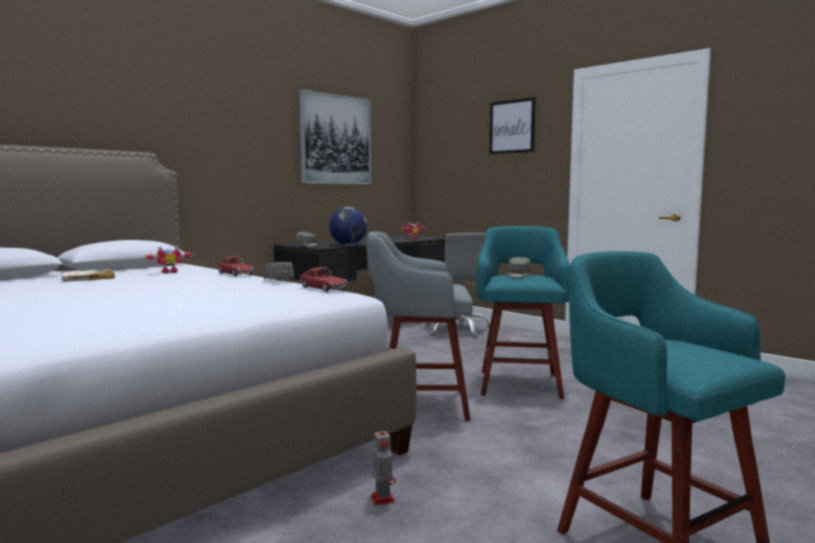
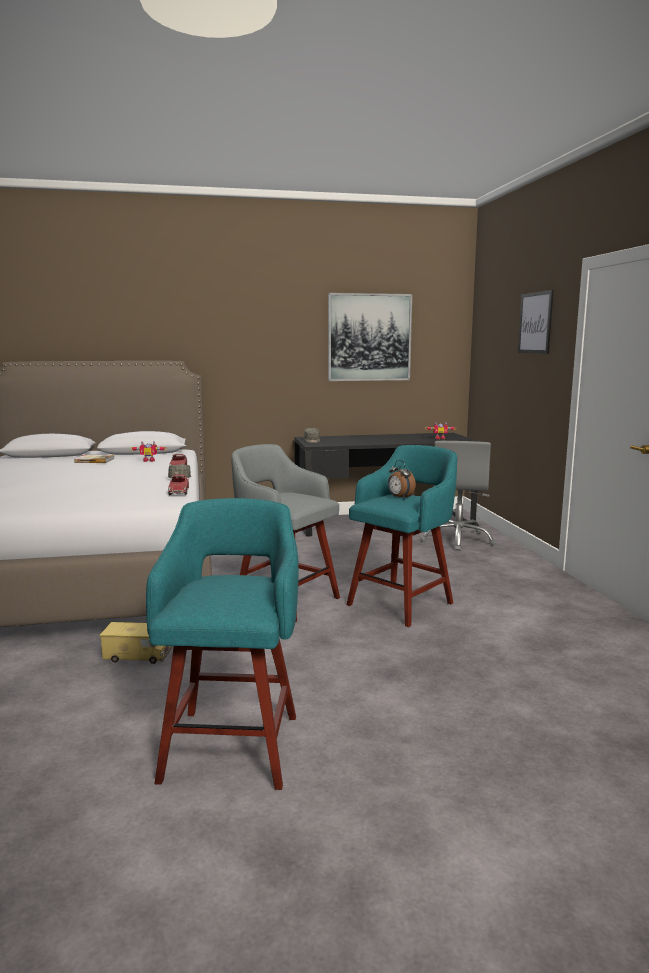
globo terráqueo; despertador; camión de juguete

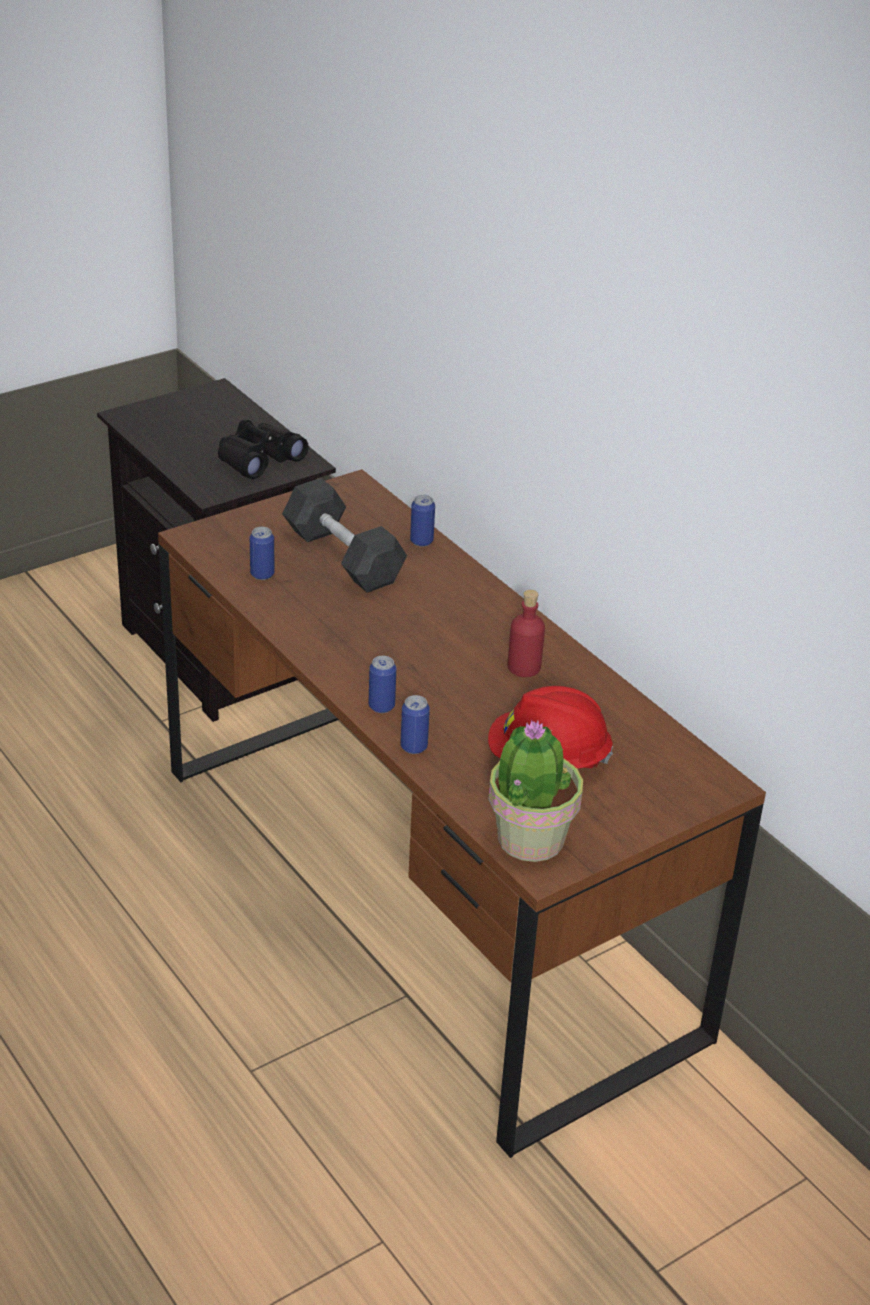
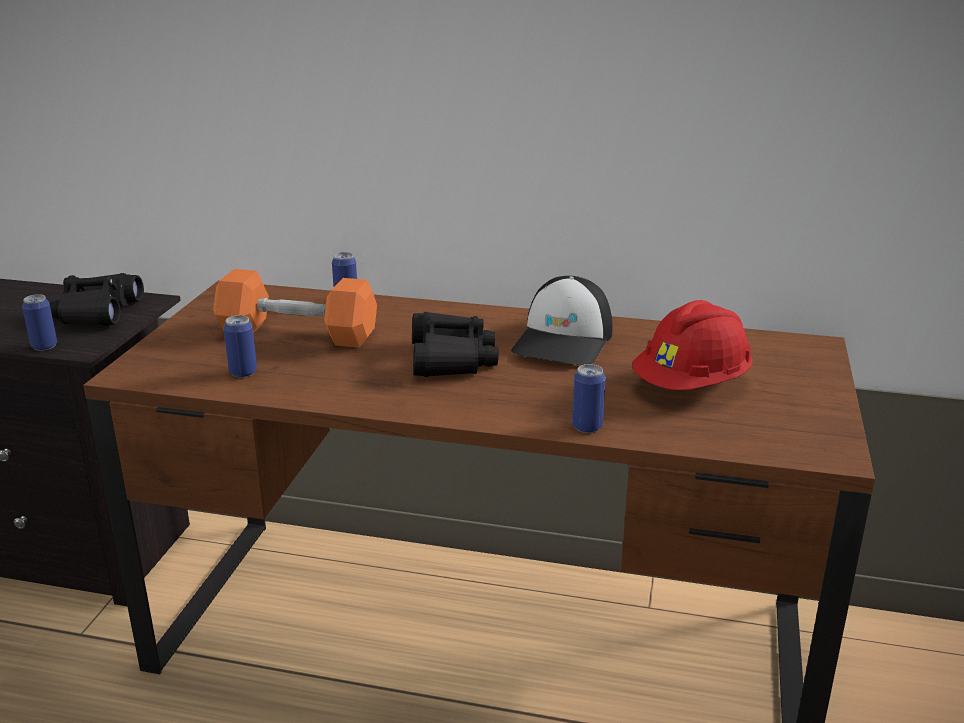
mancuerna/naranja; gorra; lata (1st from left); planta en maceta; prismáticos/negro (2nd from left)

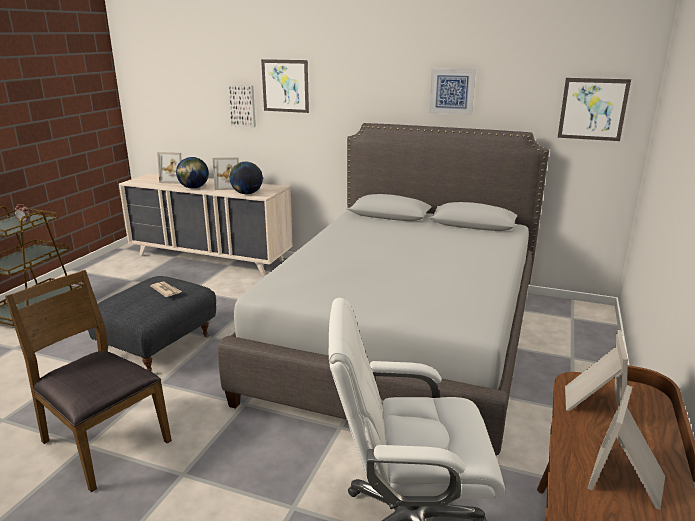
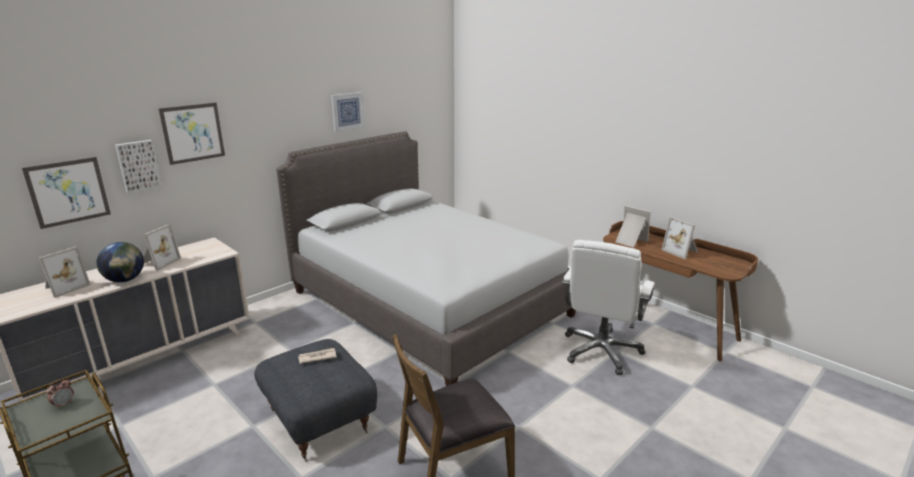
cuadro (1st from left); globo terráqueo (2nd from left in the first image)

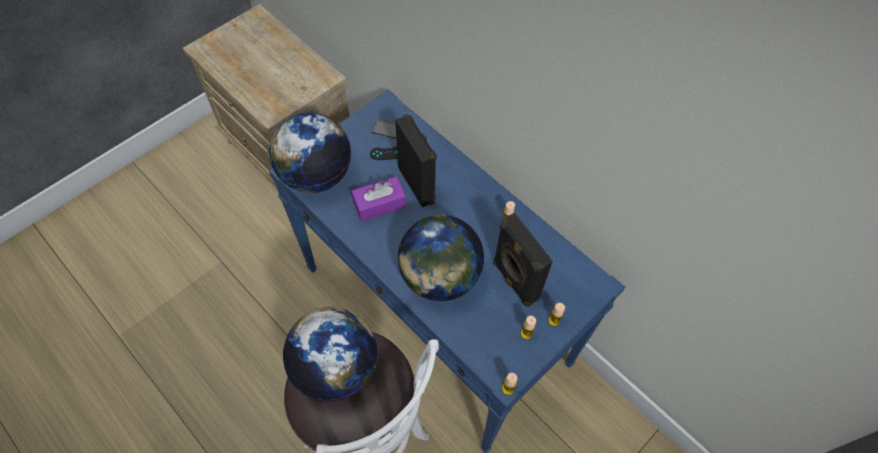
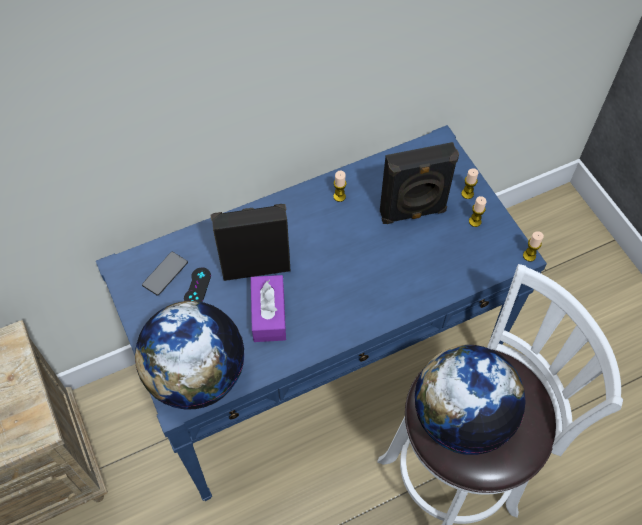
globo terráqueo (3rd from left in the first image)

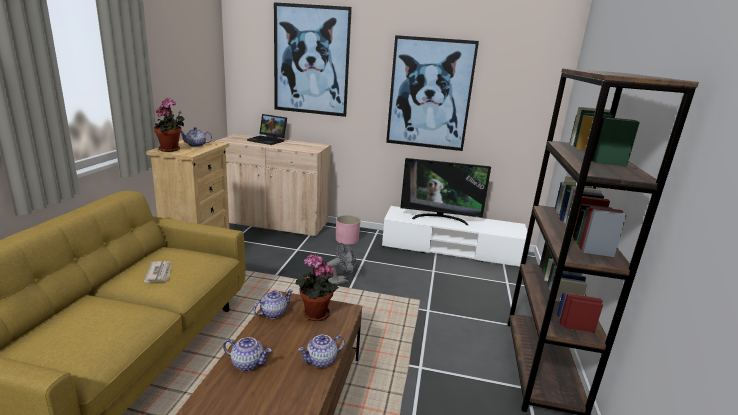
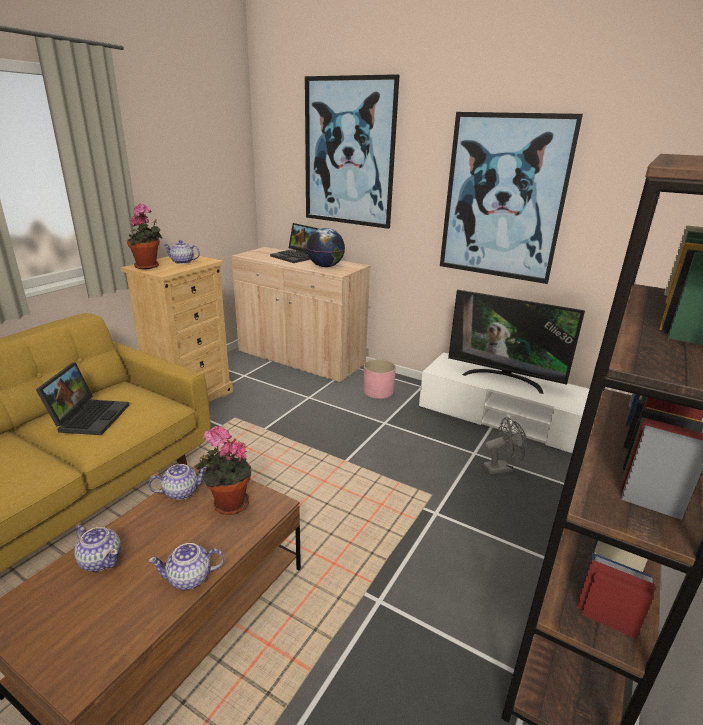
ventilador/gris; portátil (1st from left); globo terráqueo

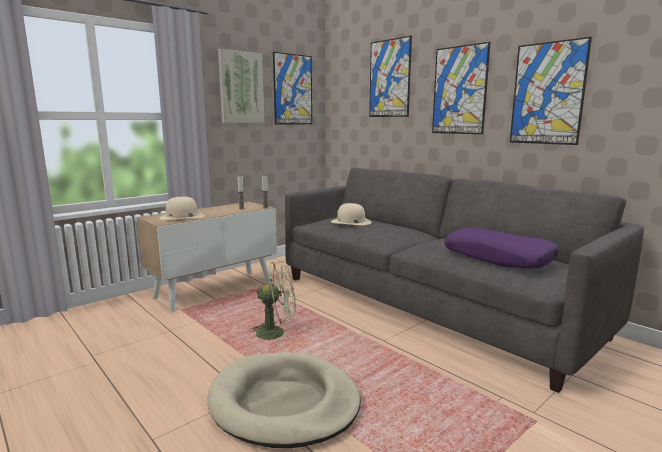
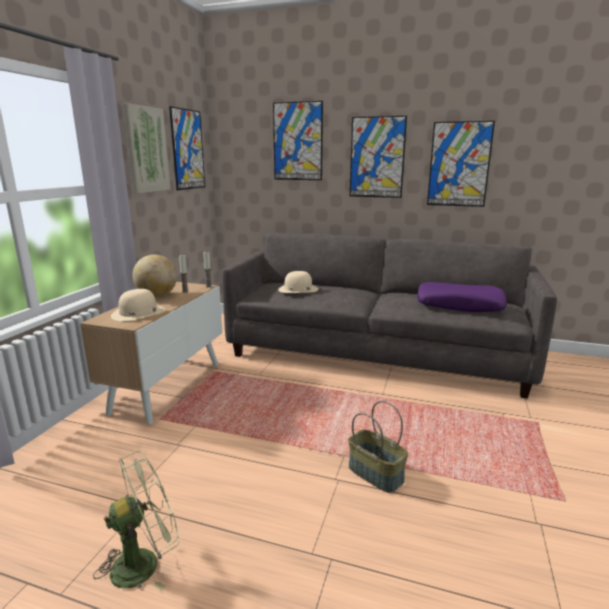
ventilador/verde; cesta; globo terráqueo

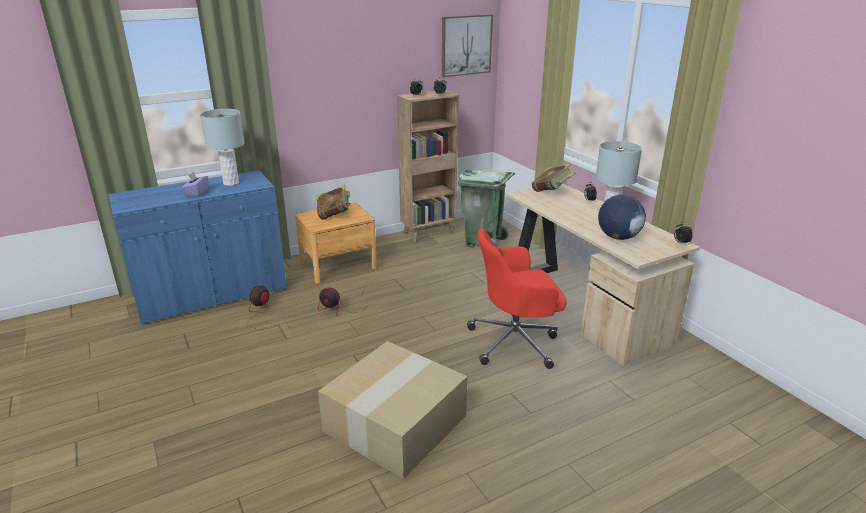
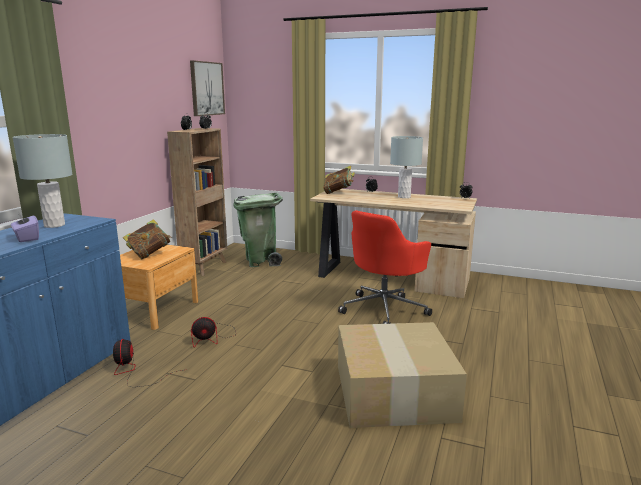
globo terráqueo

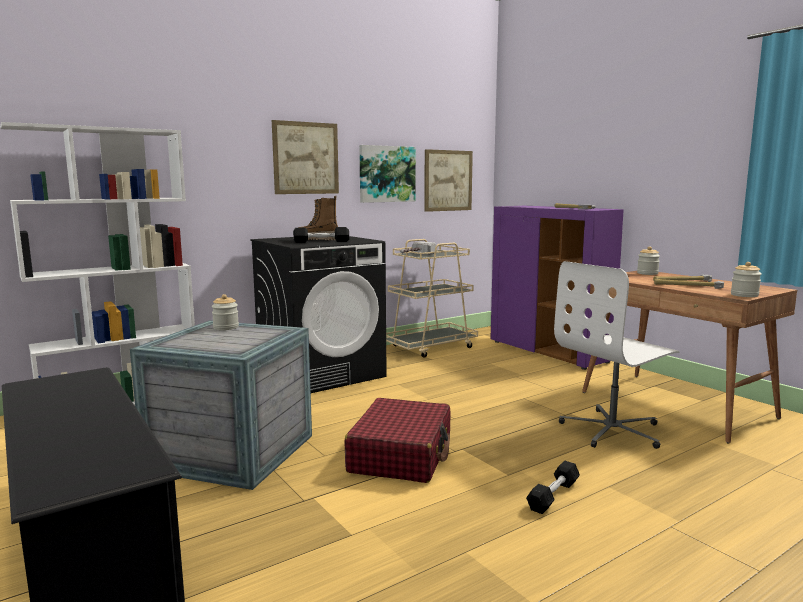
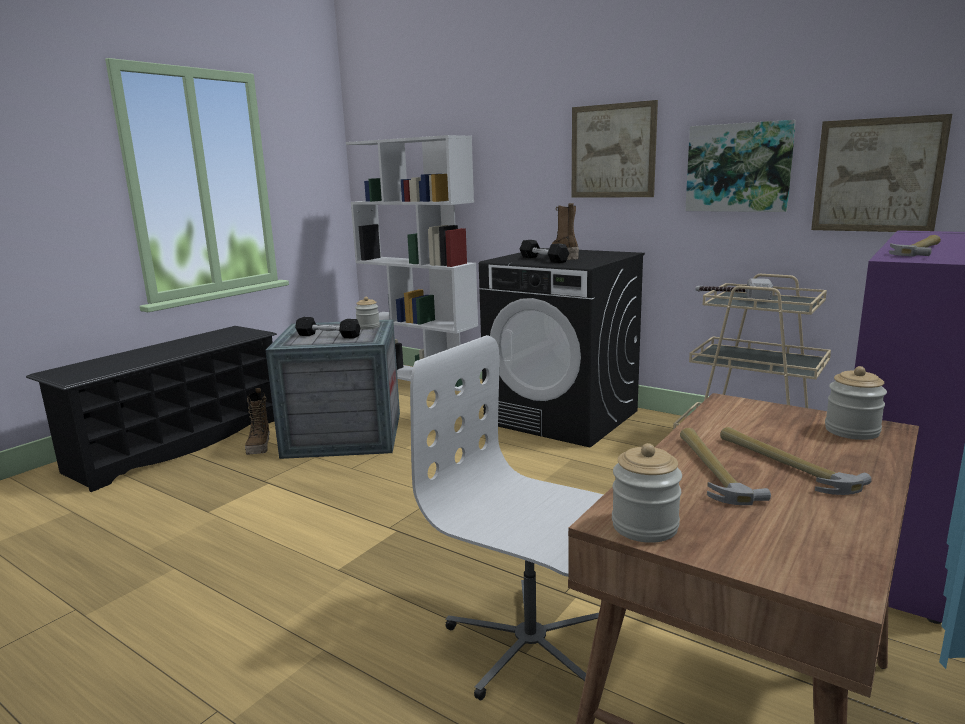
maleta/rojo; mancuerna/negro (1st from left); bota (1st from left)

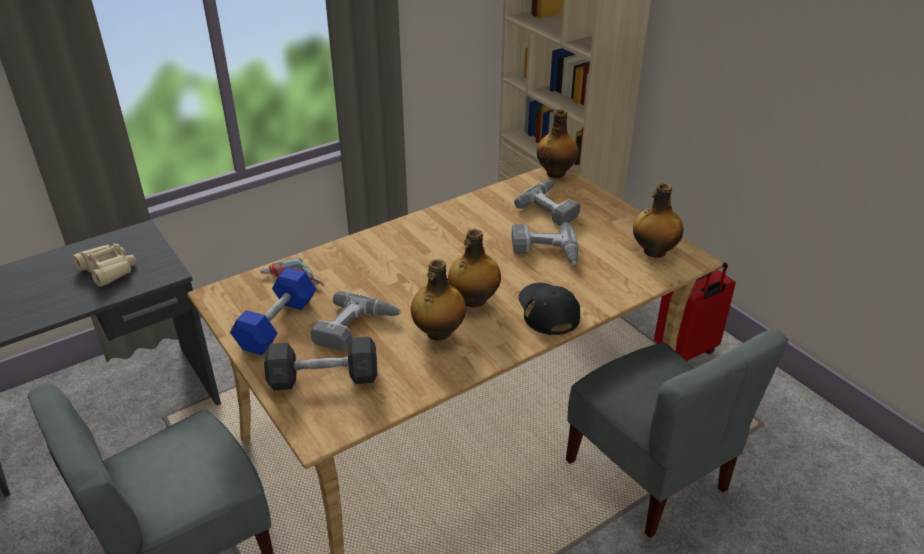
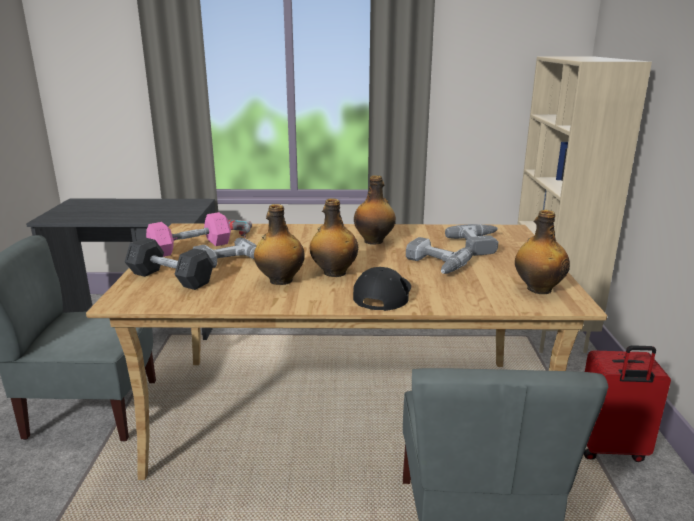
botella (3rd from left); prismáticos/beis; mancuerna/rosa

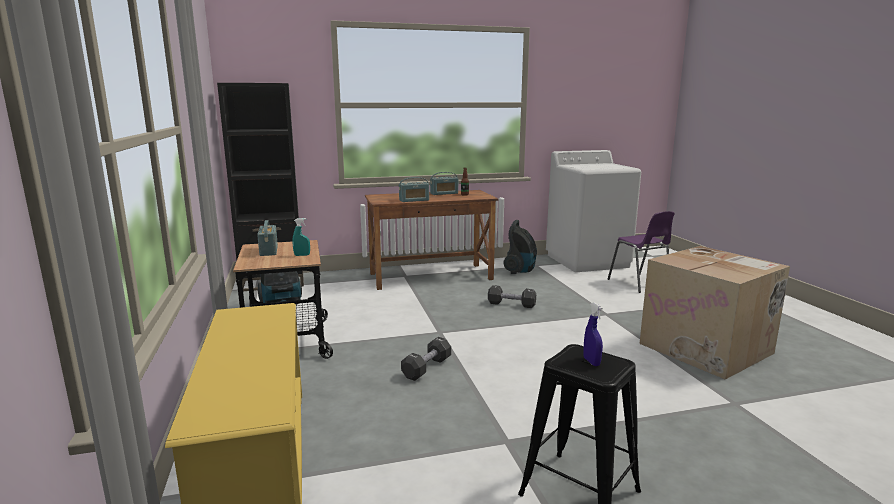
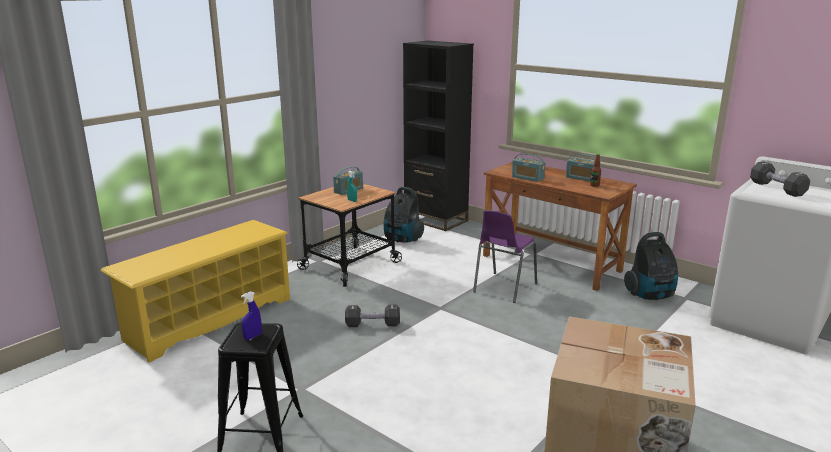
silla/morado; mancuerna/negro (2nd from left)

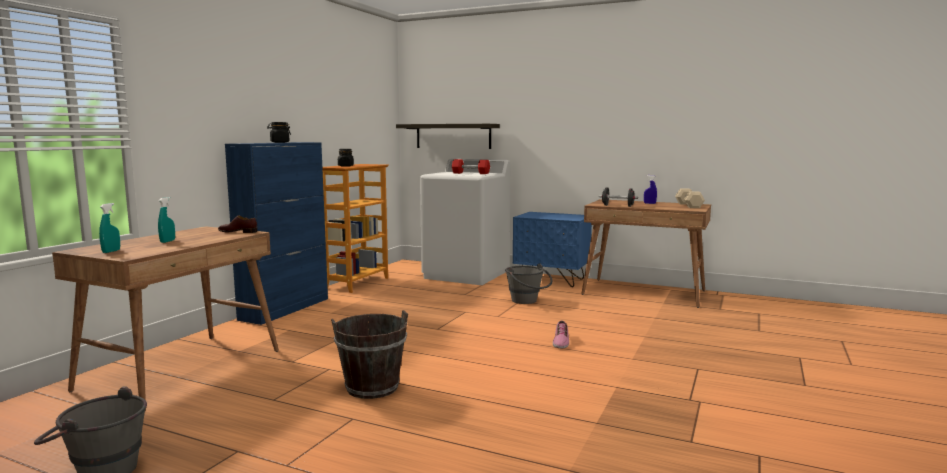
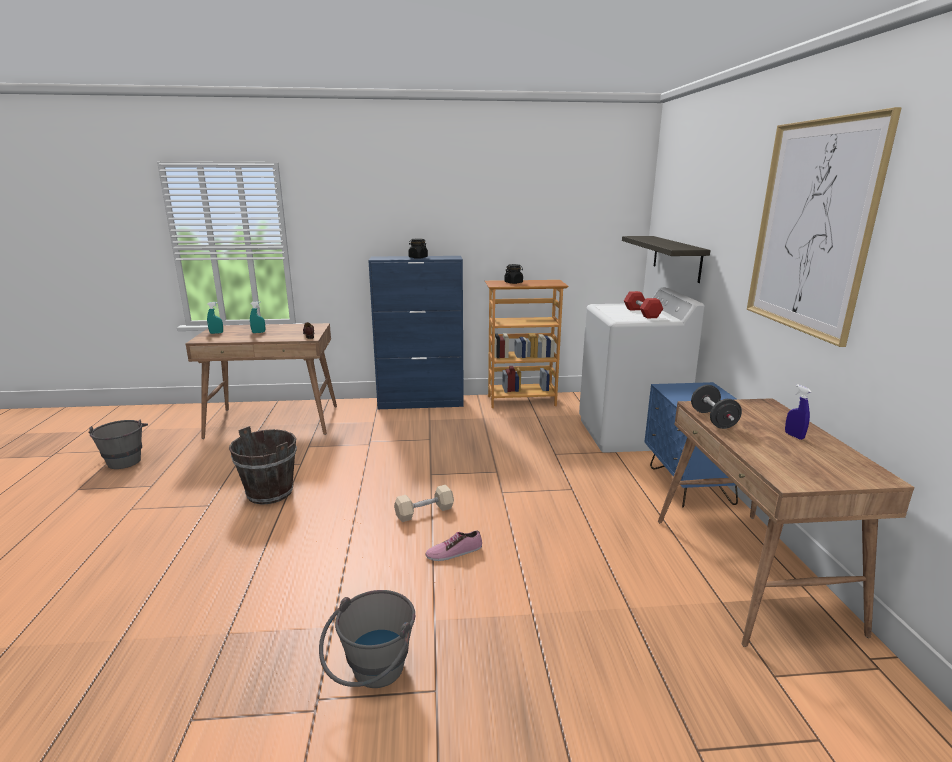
mancuerna/beis; cubo/gris (2nd from left); cuadro

